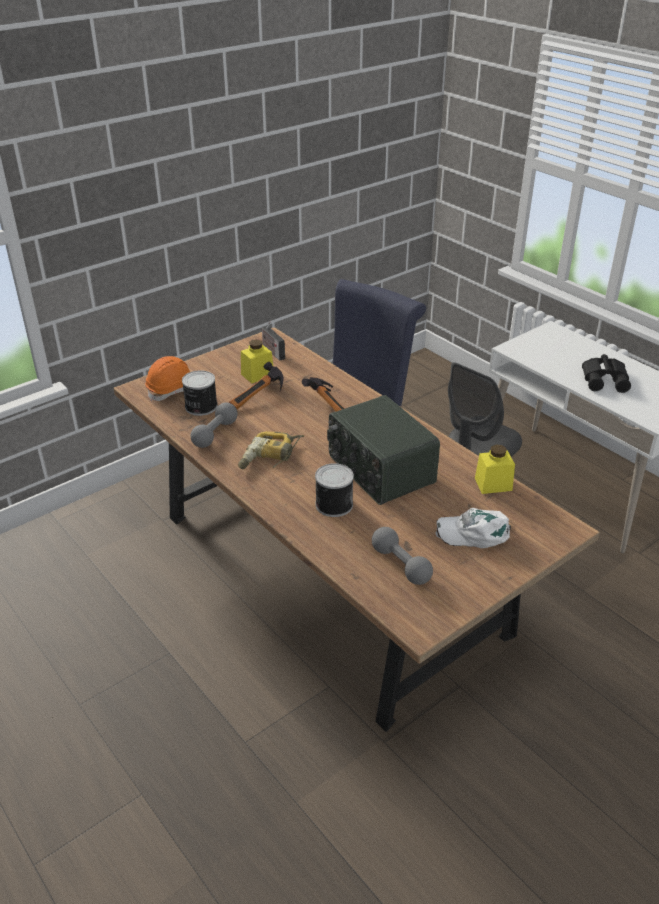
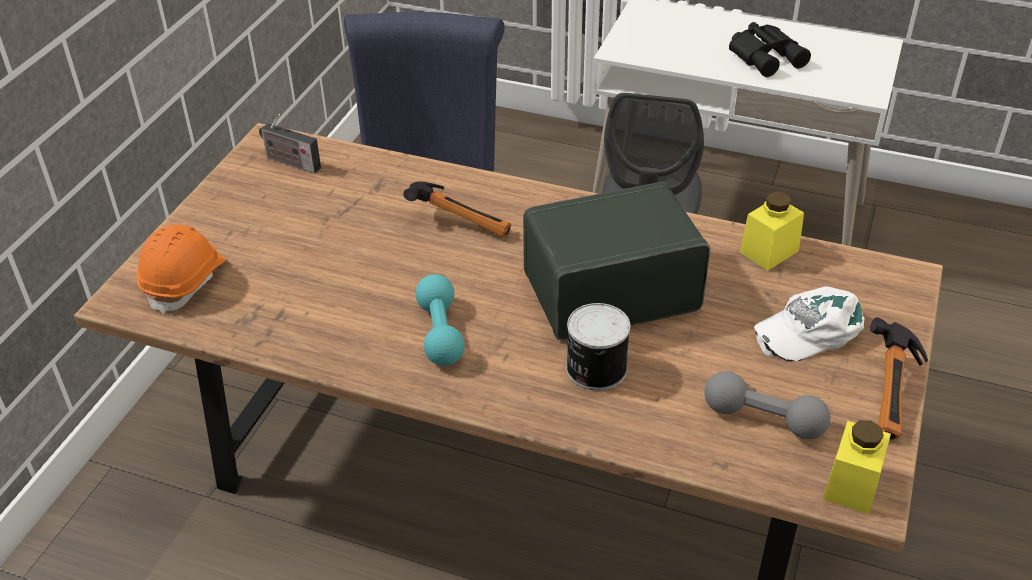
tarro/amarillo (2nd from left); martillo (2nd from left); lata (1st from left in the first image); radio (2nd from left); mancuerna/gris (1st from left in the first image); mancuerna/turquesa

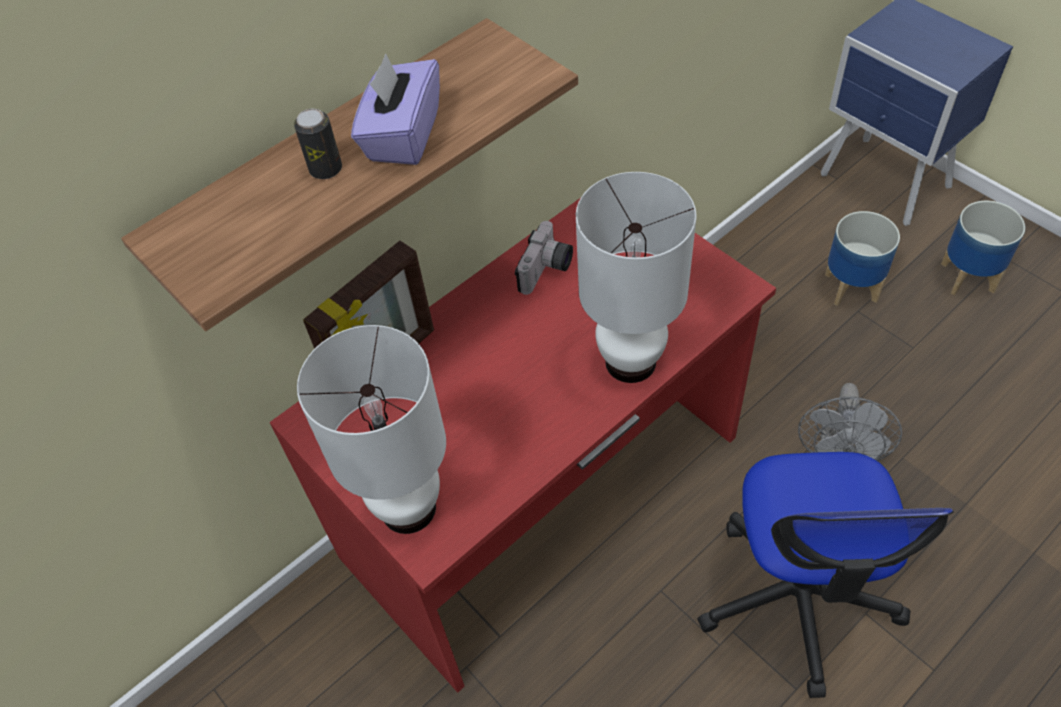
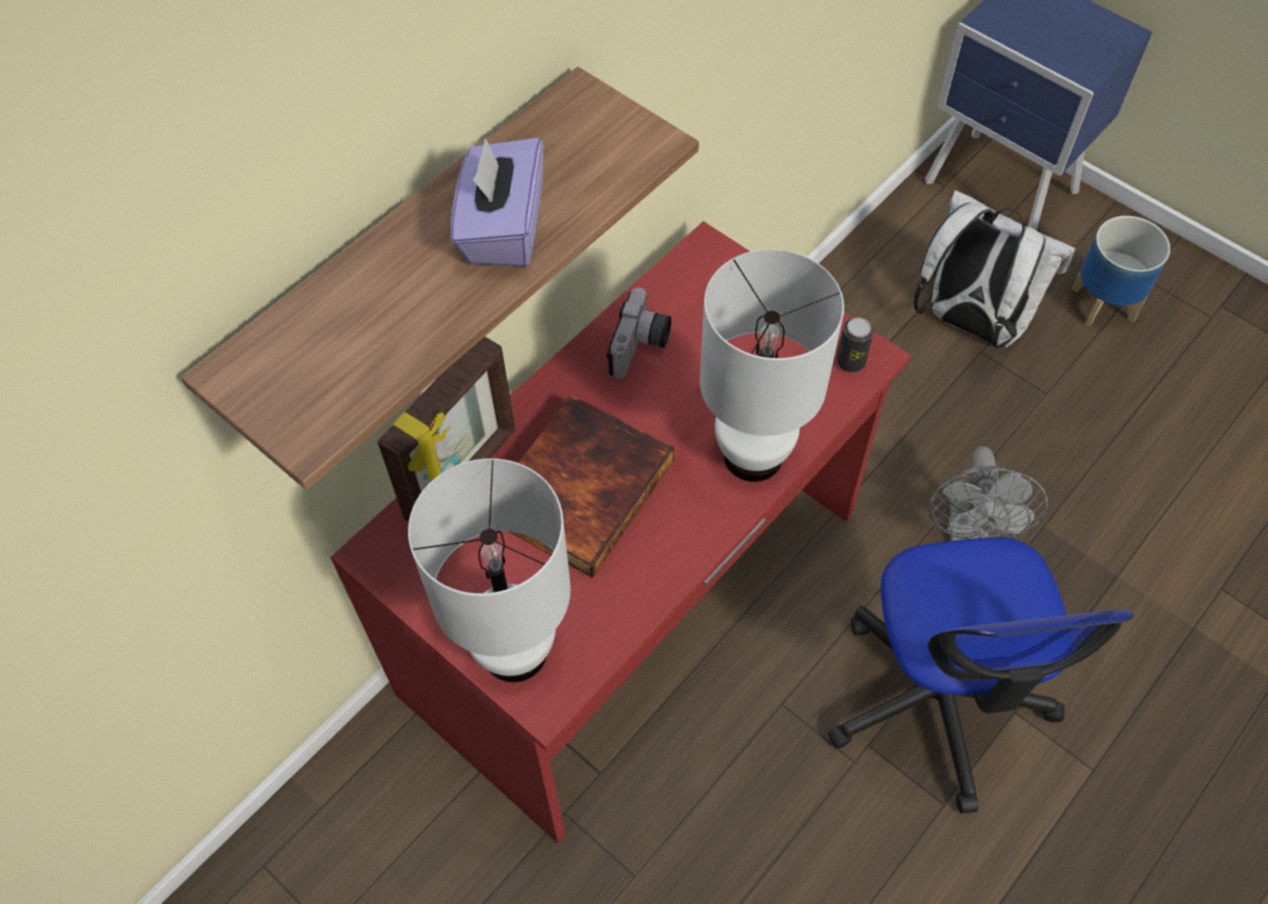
lata; mochila/blanco; libro

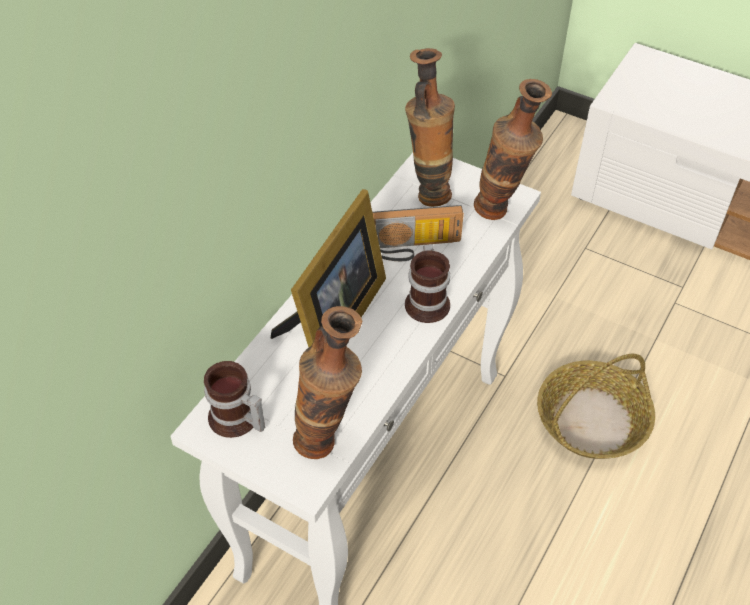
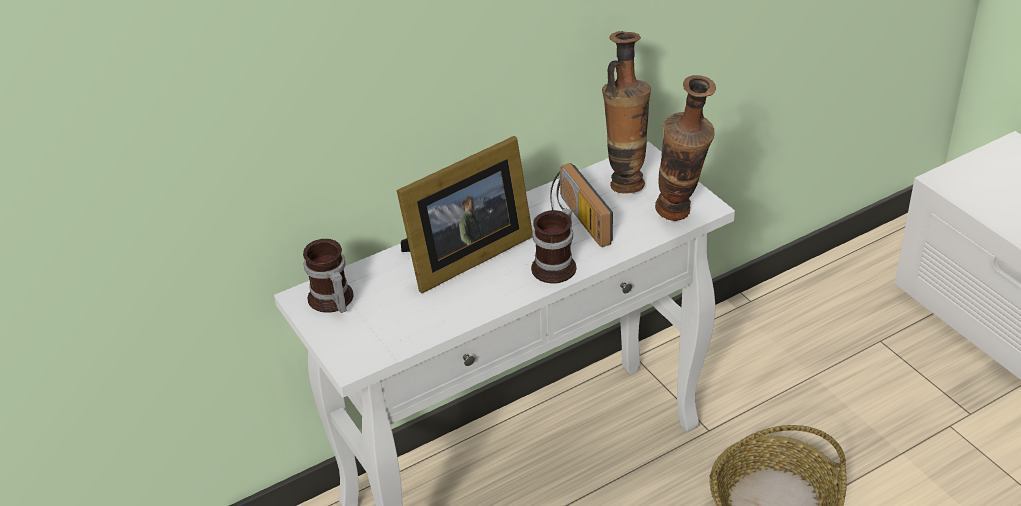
radio; florero (1st from left in the first image)

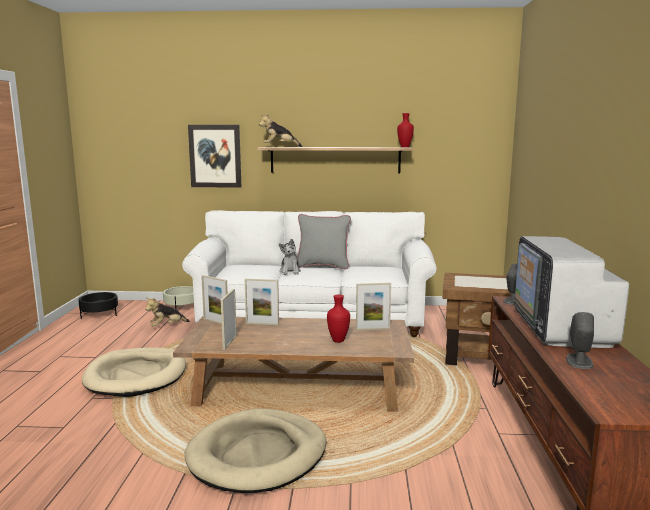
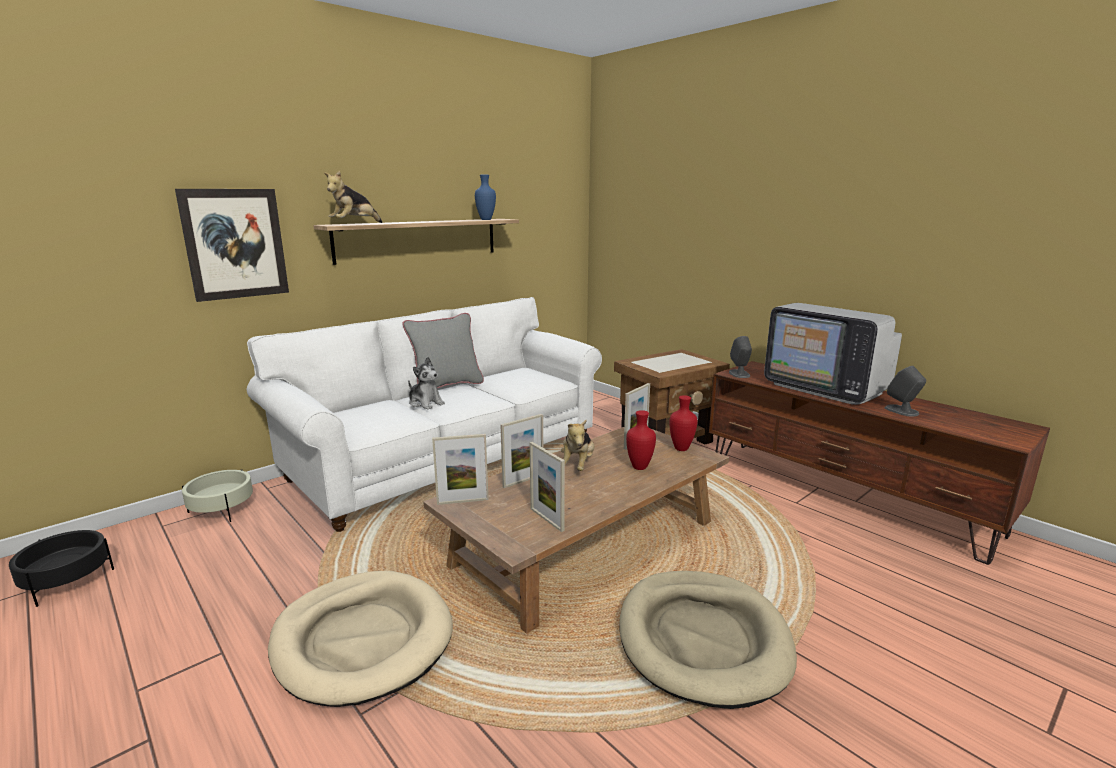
florero/rojo (2nd from left); peluche (3rd from left); florero/azul

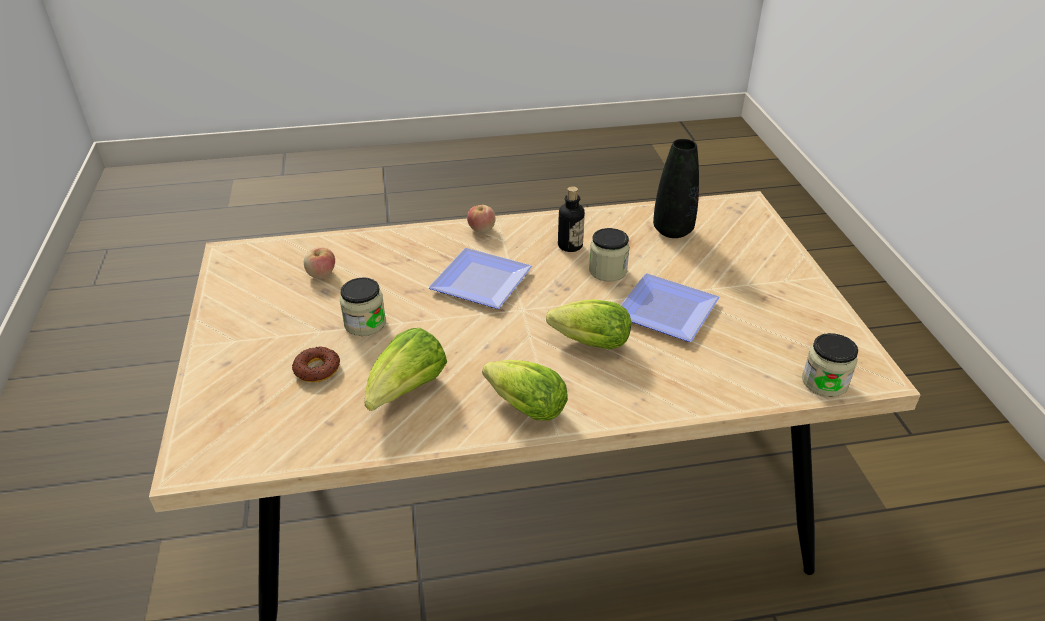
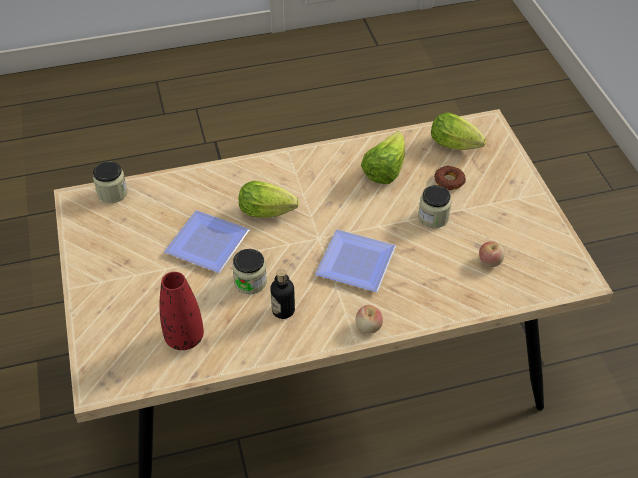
florero/rojo; lechuga (3rd from left)

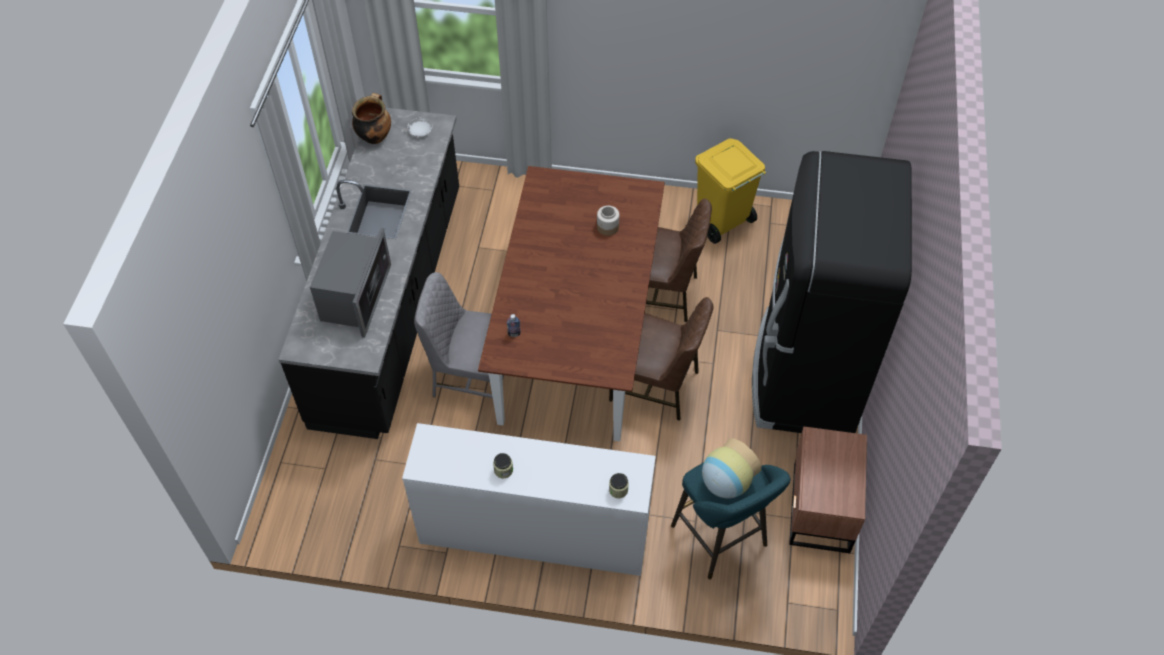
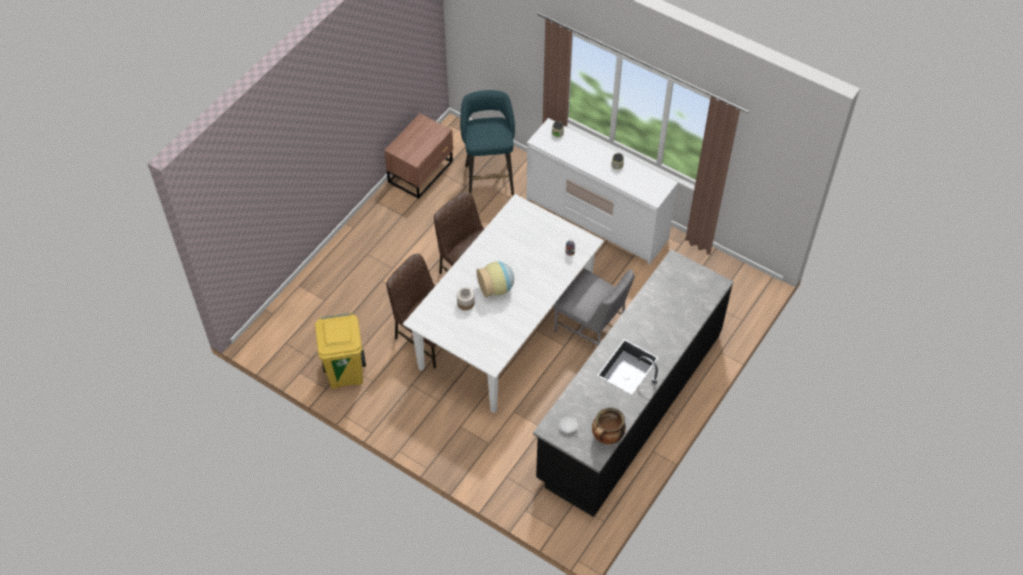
nevera/negro; mesa de comedor/blanco; microondas; florero

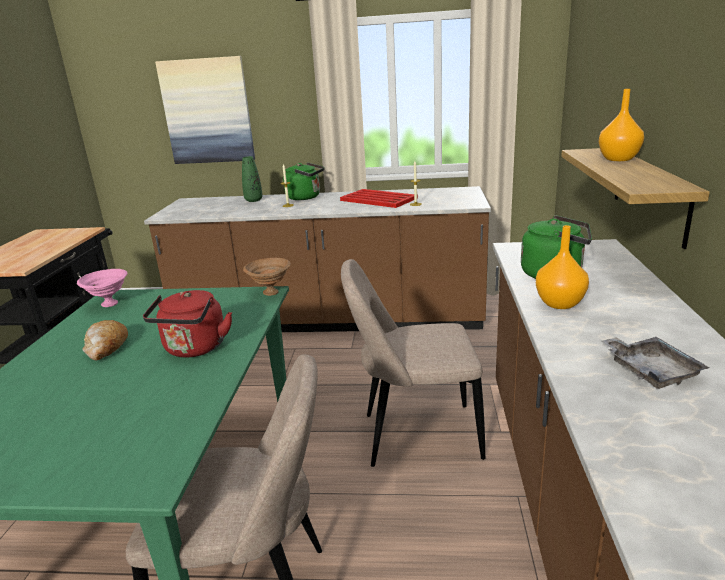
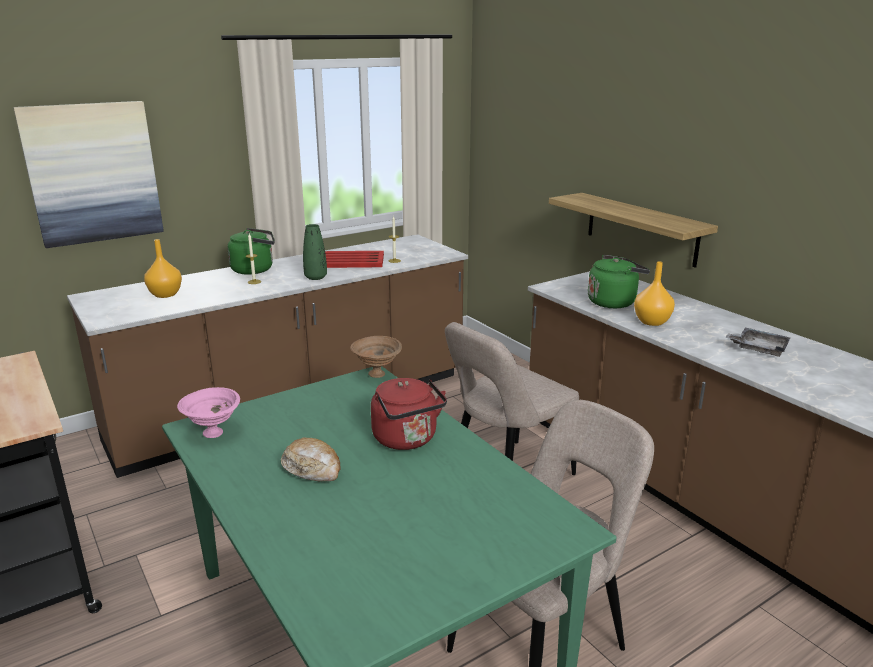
florero/naranja (1st from left); florero/verde

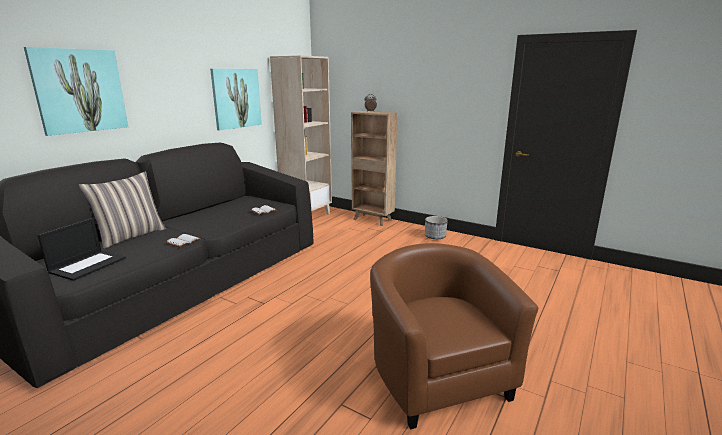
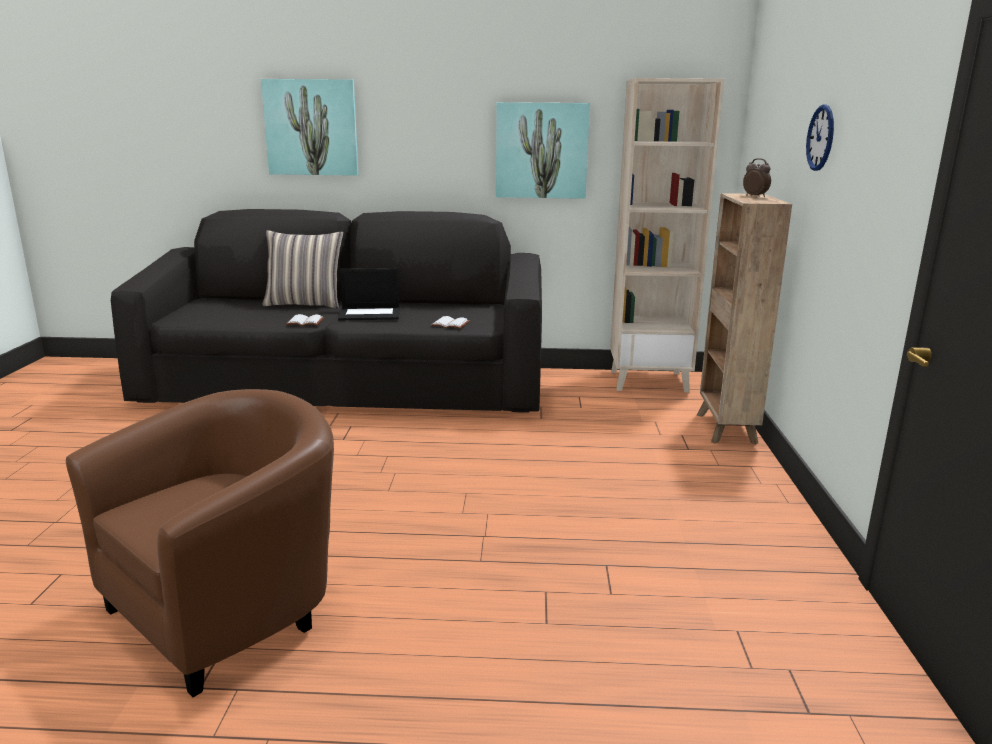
maceta; portátil; reloj de pared

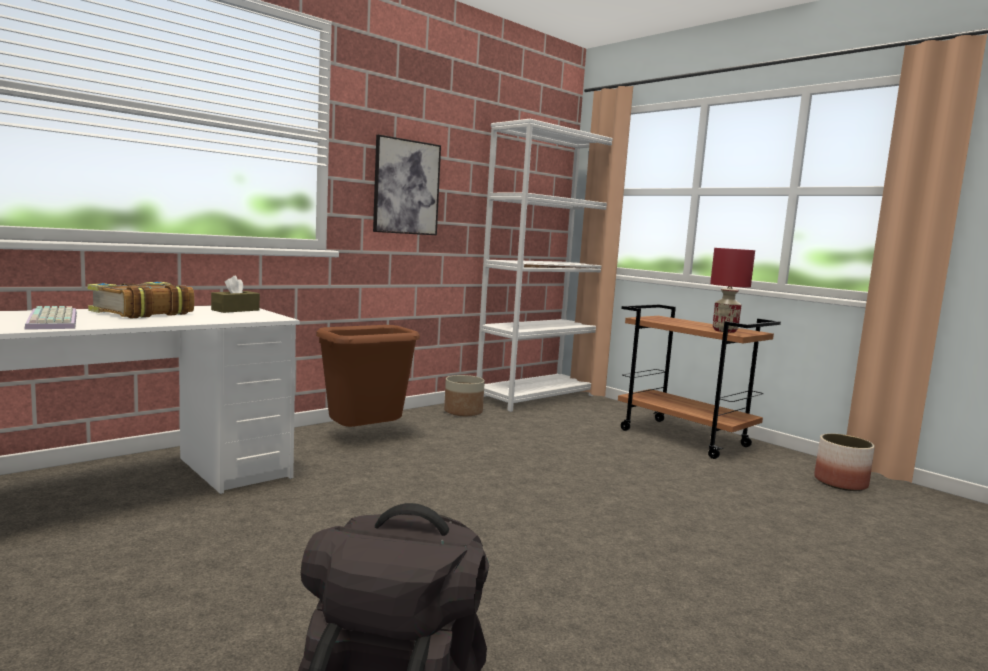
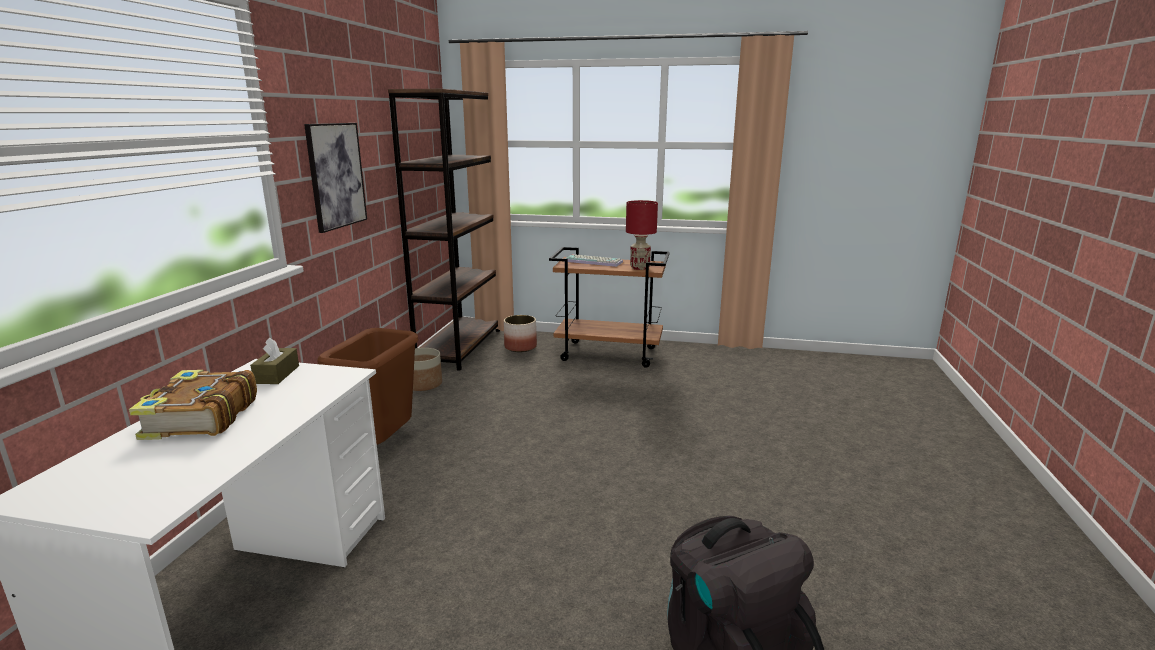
estantería/marrón; teclado; maceta (2nd from left)

